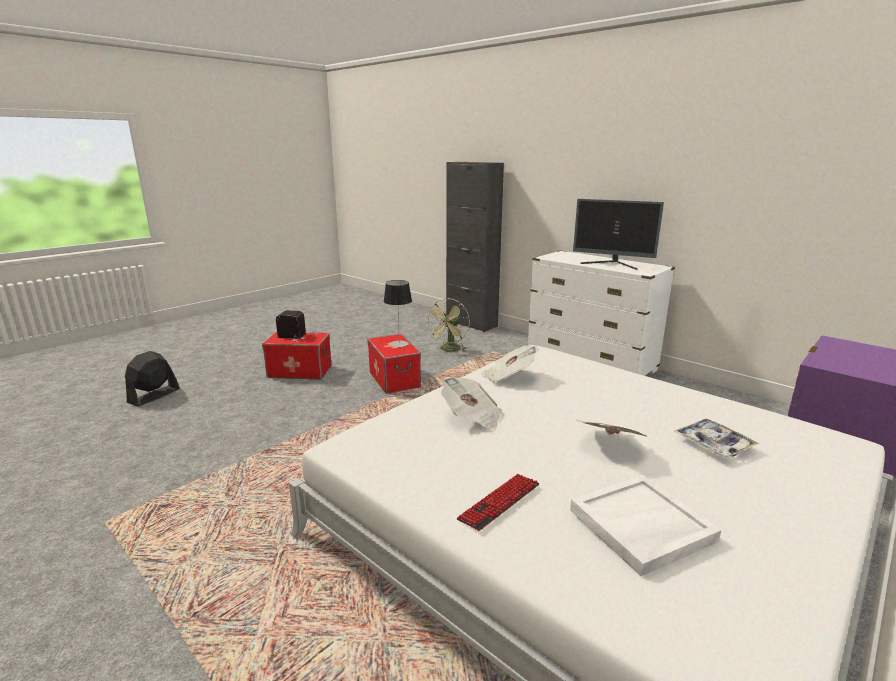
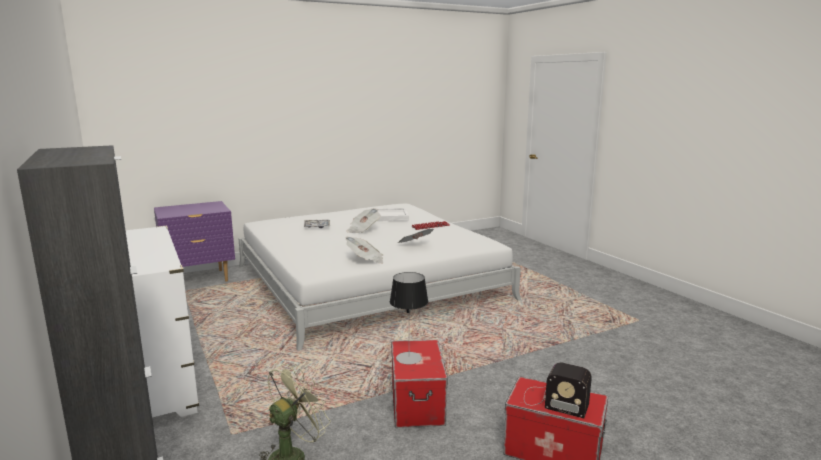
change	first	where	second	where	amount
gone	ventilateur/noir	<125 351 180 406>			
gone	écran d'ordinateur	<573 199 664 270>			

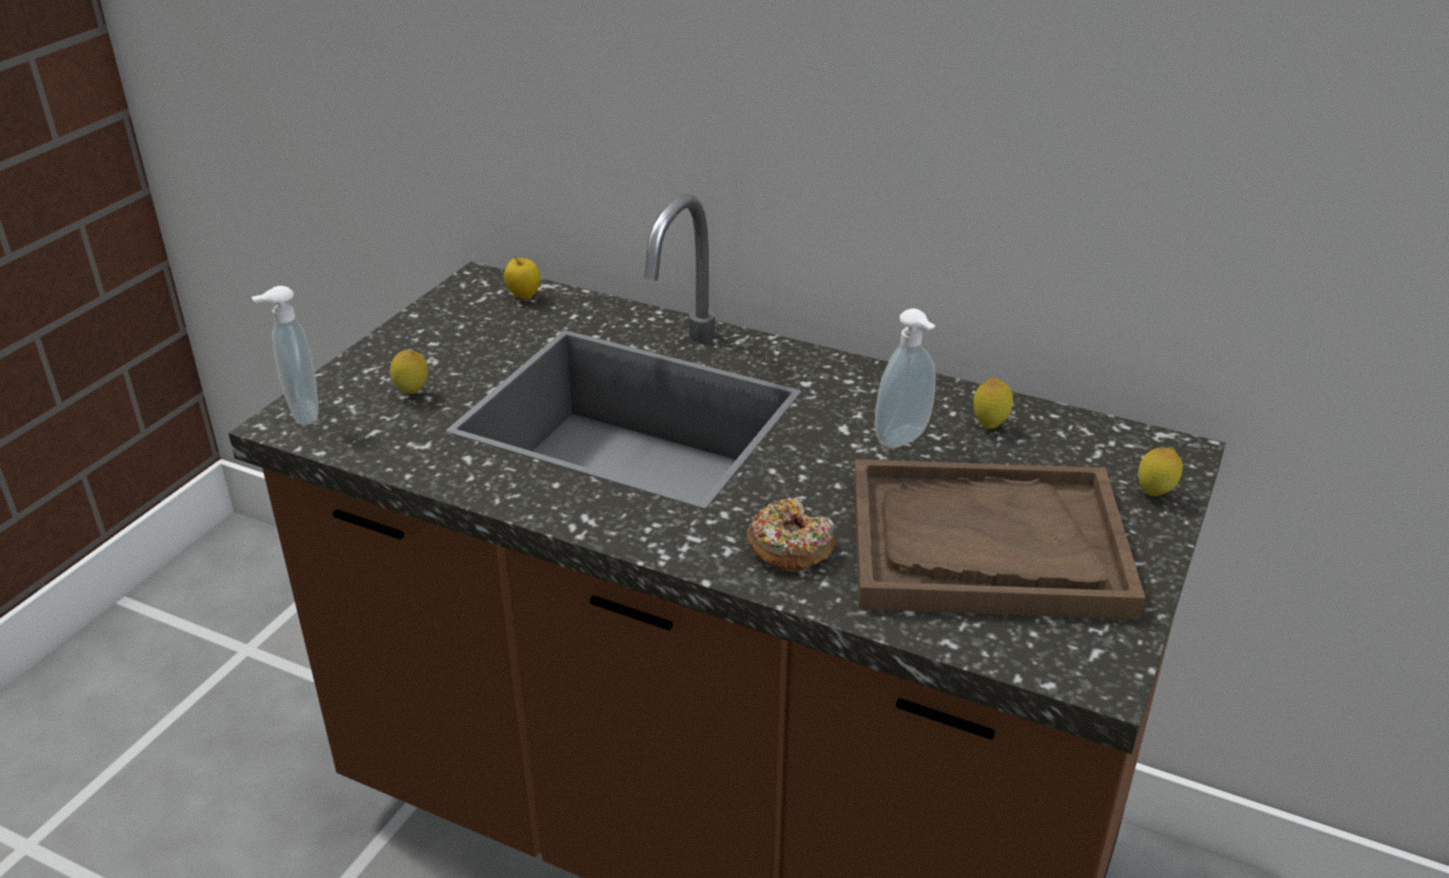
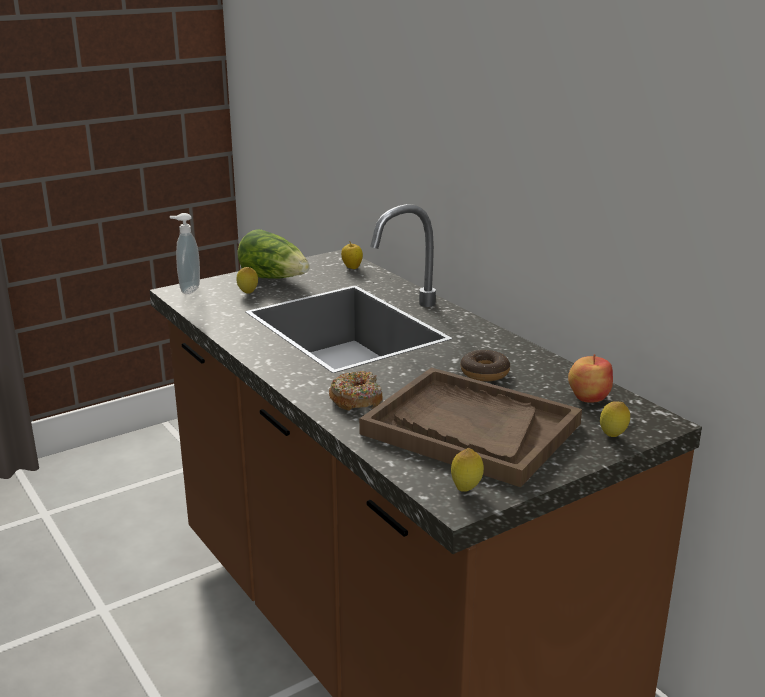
change	first	where	second	where	amount
new			laitue	<237 229 310 279>	
shifted	citron	<974 377 1013 429>		<451 448 484 492>	
swapped	distributeur de savon	<875 308 936 448>	beignet	<461 350 510 381>	
new			pomme	<568 354 613 403>	

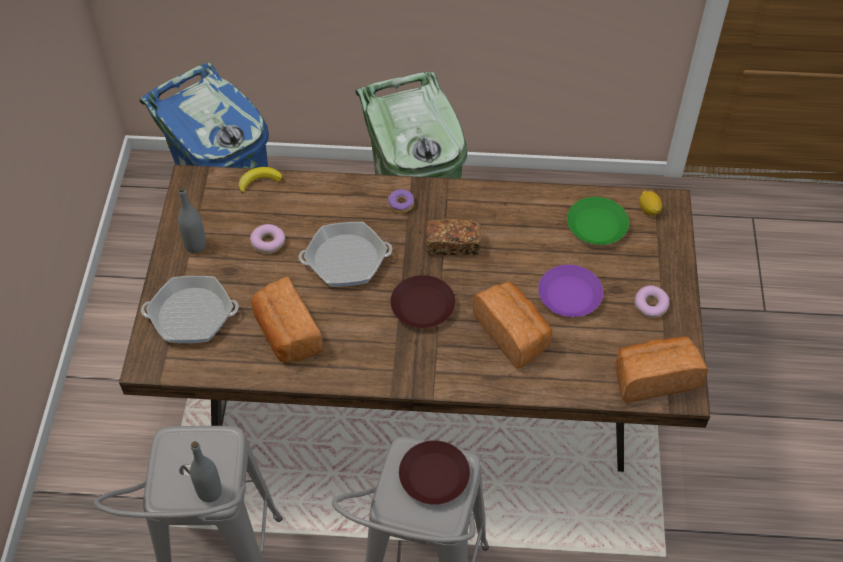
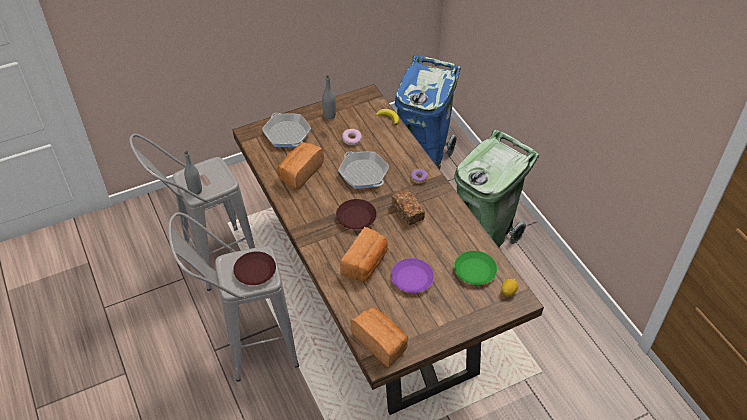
change	first	where	second	where	amount
gone	beignet	<634 285 669 318>			

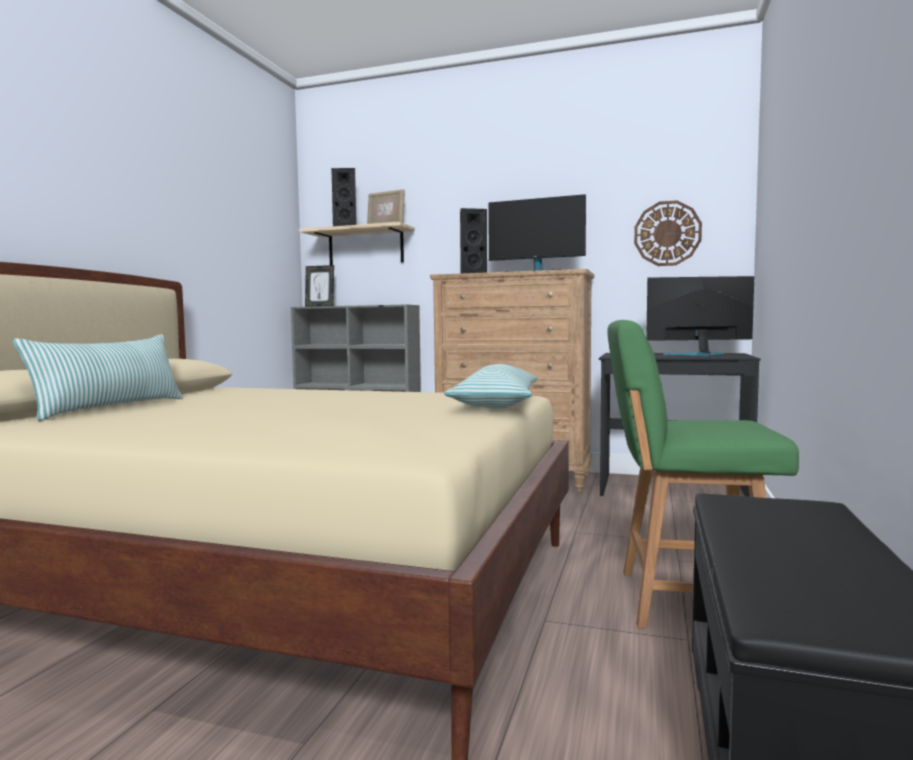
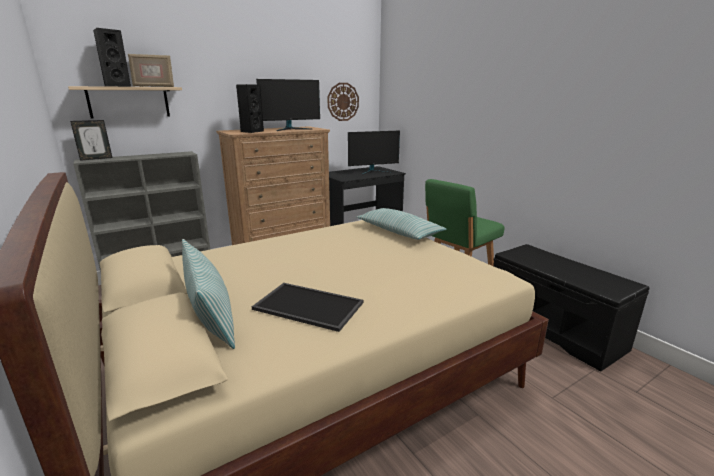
change	first	where	second	where	amount
new			plateau	<252 283 363 332>	
rotated	écran d'ordinateur	<646 276 754 357>		<348 131 400 175>	150 degrees counterclockwise

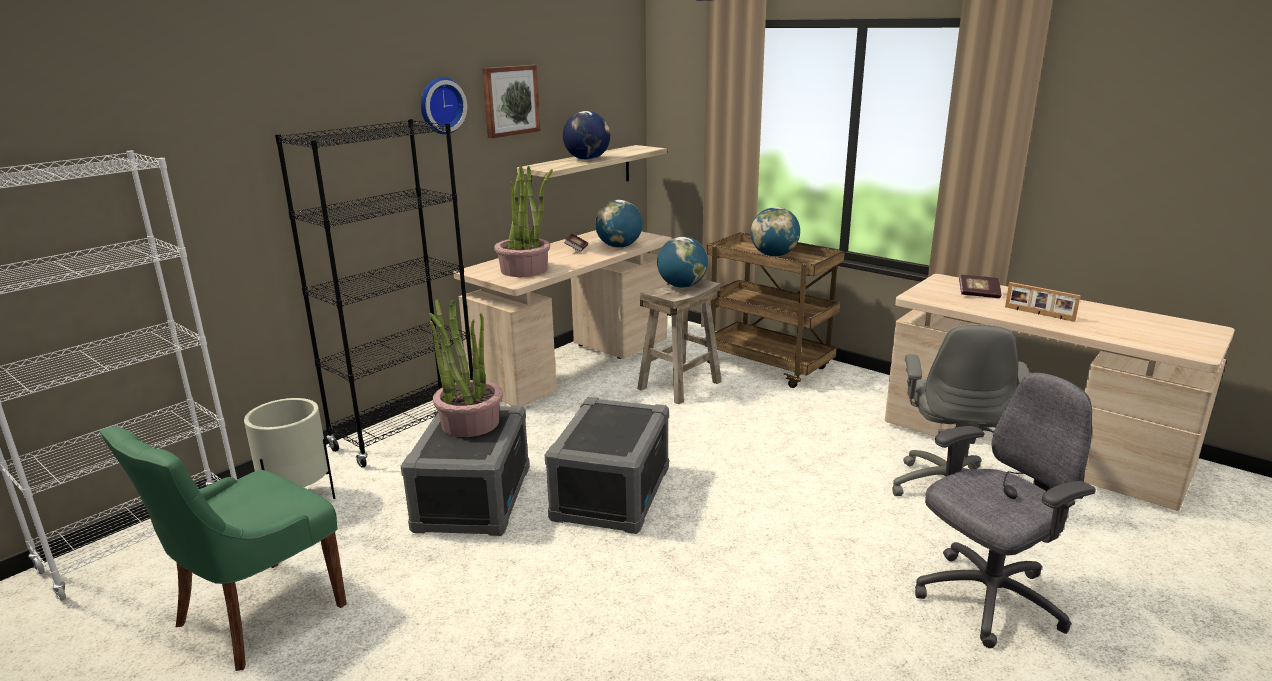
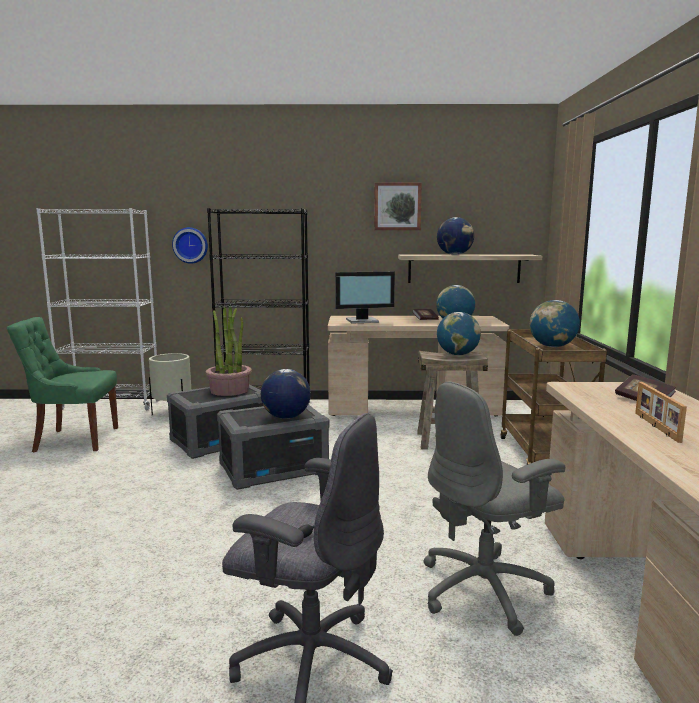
change	first	where	second	where	amount
shifted	horloge murale	<421 77 467 134>		<172 227 208 264>	
new			globe	<261 369 311 419>	
swapped	plante en pot	<494 166 553 277>	écran d'ordinateur	<335 271 395 324>	

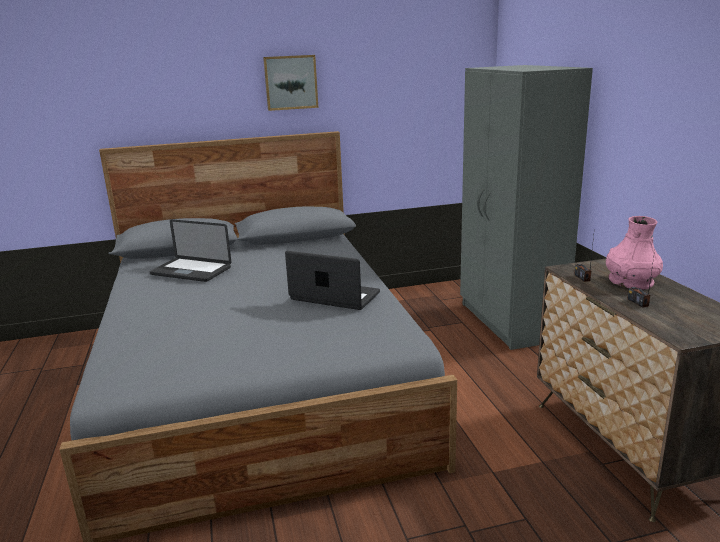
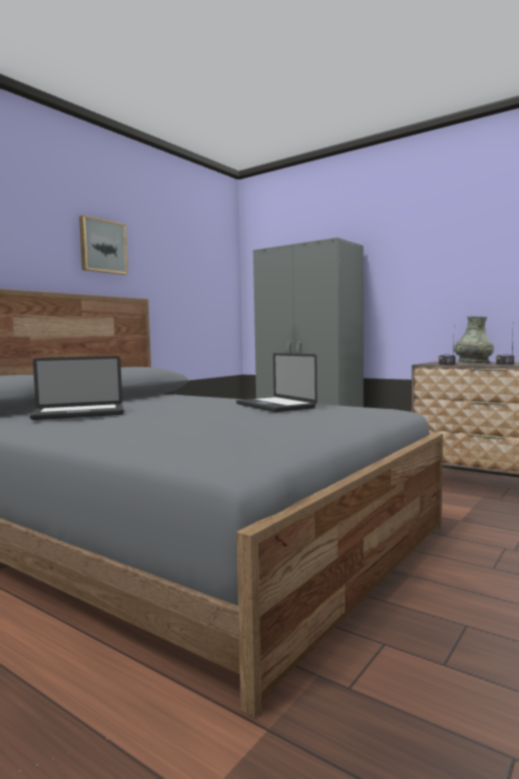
change	first	where	second	where	amount
rotated	ordinateur portable	<285 251 380 310>		<236 353 317 412>	105 degrees counterclockwise
repainted	vase/rose	<606 216 663 290>	vase/gris	<454 316 494 363>	

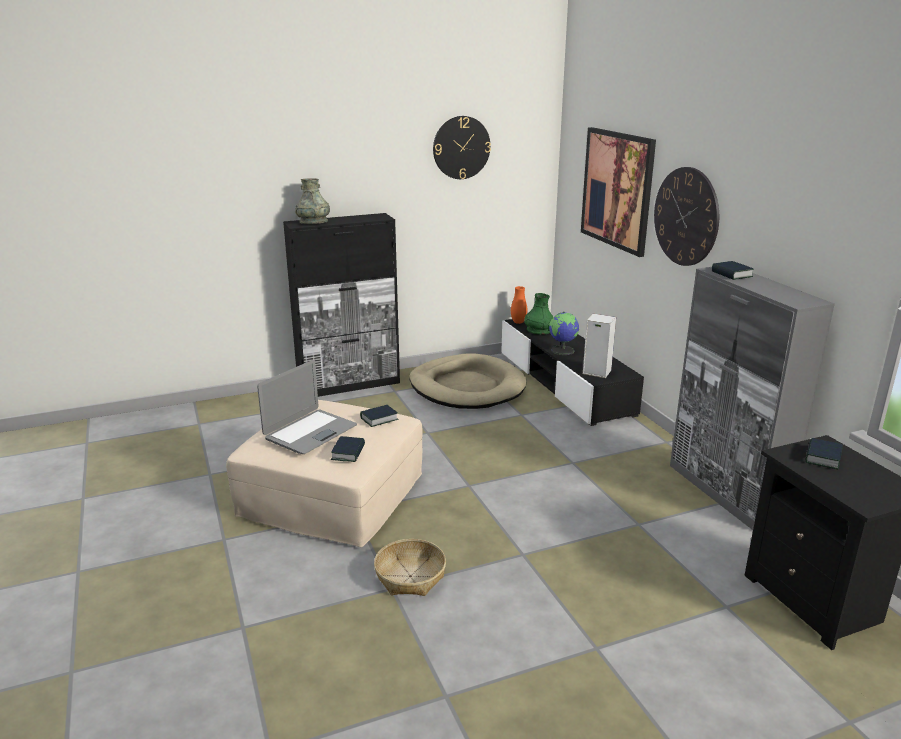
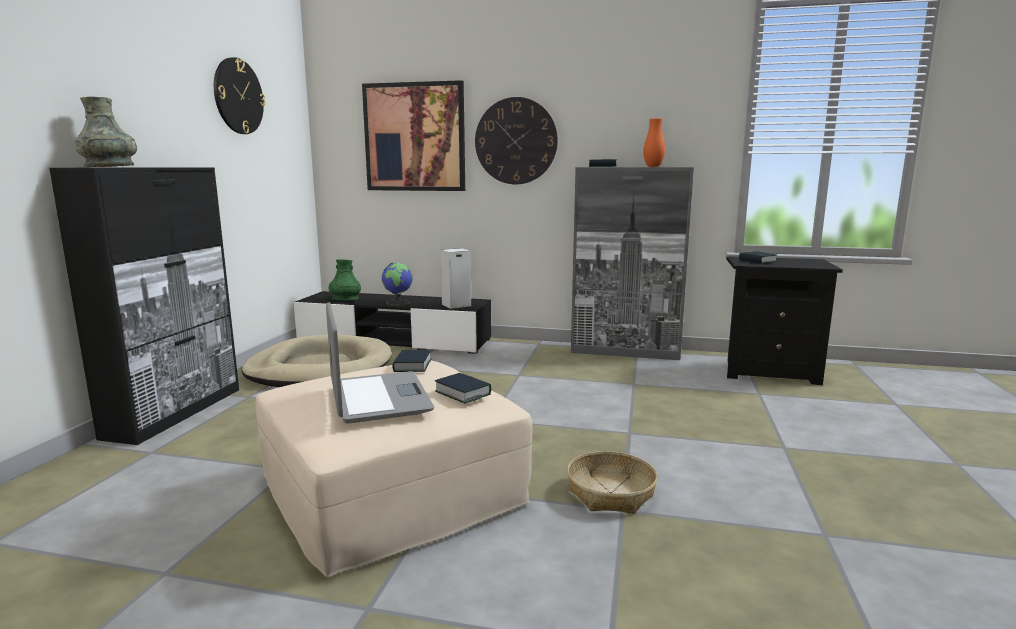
change	first	where	second	where	amount
shifted	vase/orange	<511 286 528 324>		<643 118 665 167>	

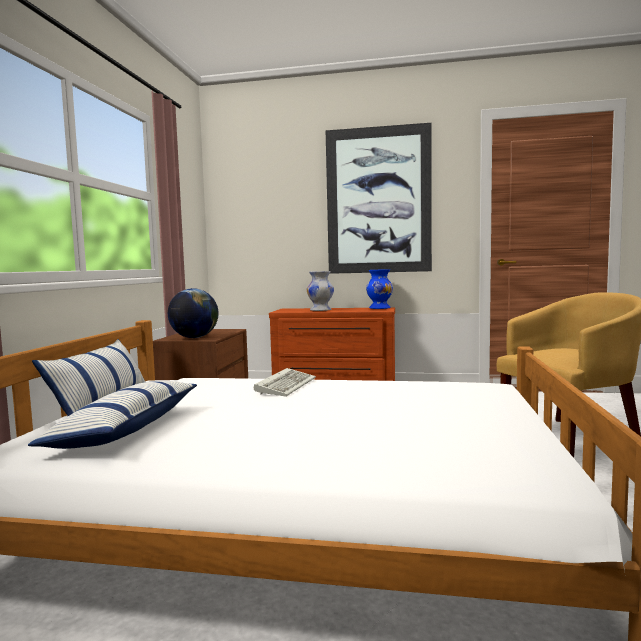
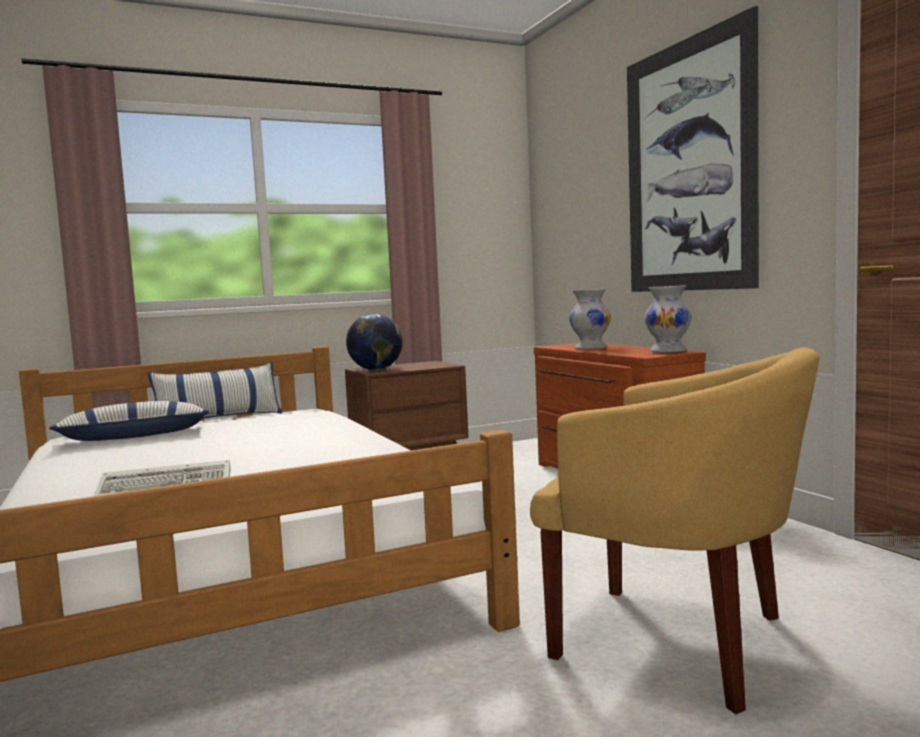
change	first	where	second	where	amount
shifted	clavier	<254 368 316 397>		<94 460 231 496>	
repainted	vase/bleu	<366 269 393 309>	vase/blanc	<644 285 692 353>	

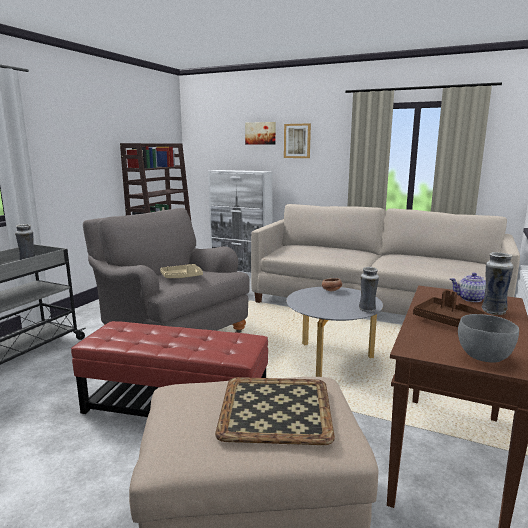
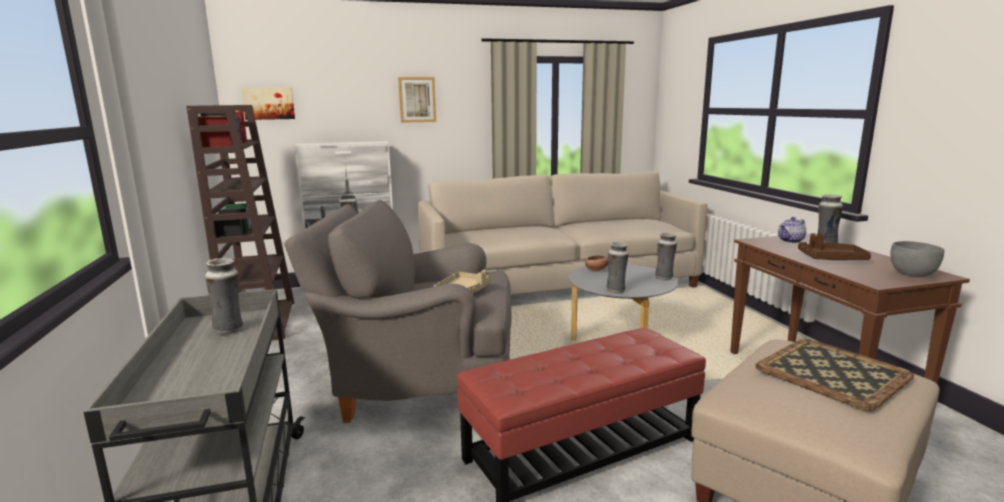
change	first	where	second	where	amount
shifted	tableau	<245 122 276 144>		<241 88 295 120>	
new			vase	<606 242 629 294>	

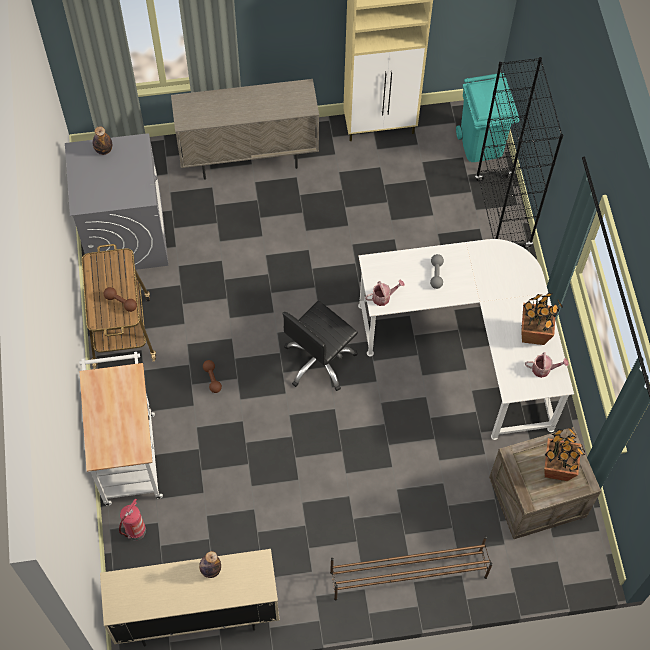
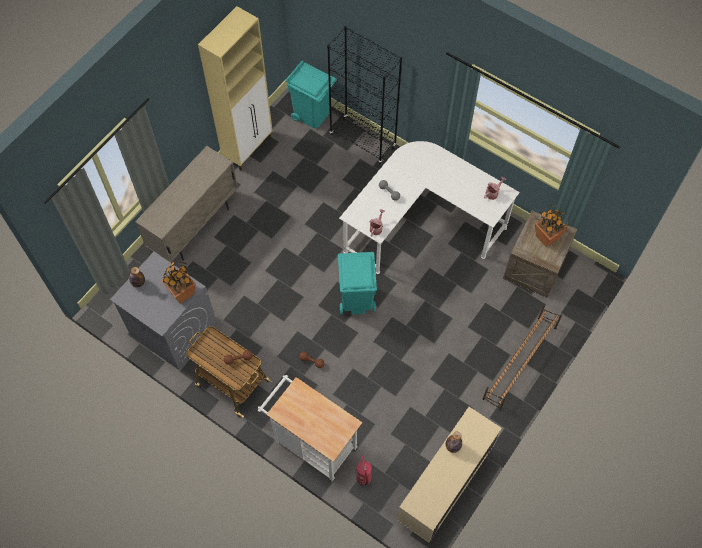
change	first	where	second	where	amount
shifted	plante en pot	<521 292 563 345>		<161 261 196 304>	
swapped	chaise de bureau/noir	<282 300 358 391>	poubelle/turquoise	<338 252 377 315>	

